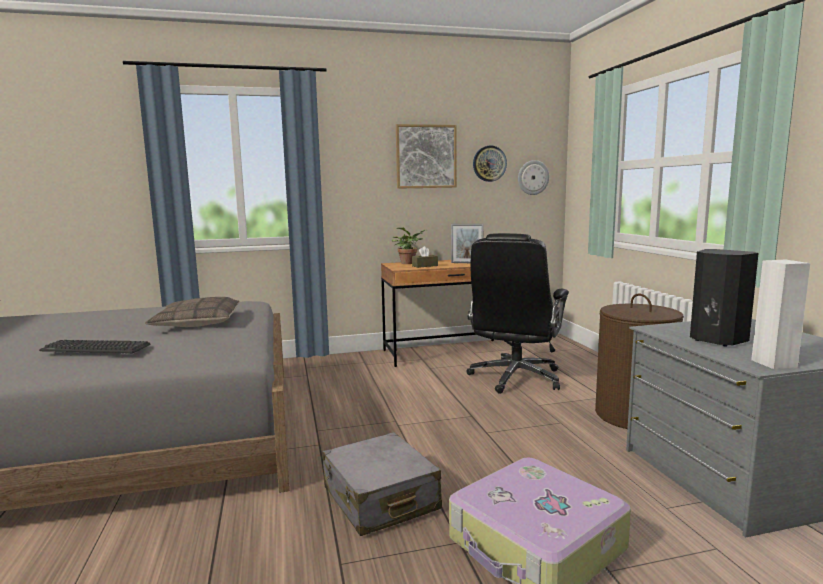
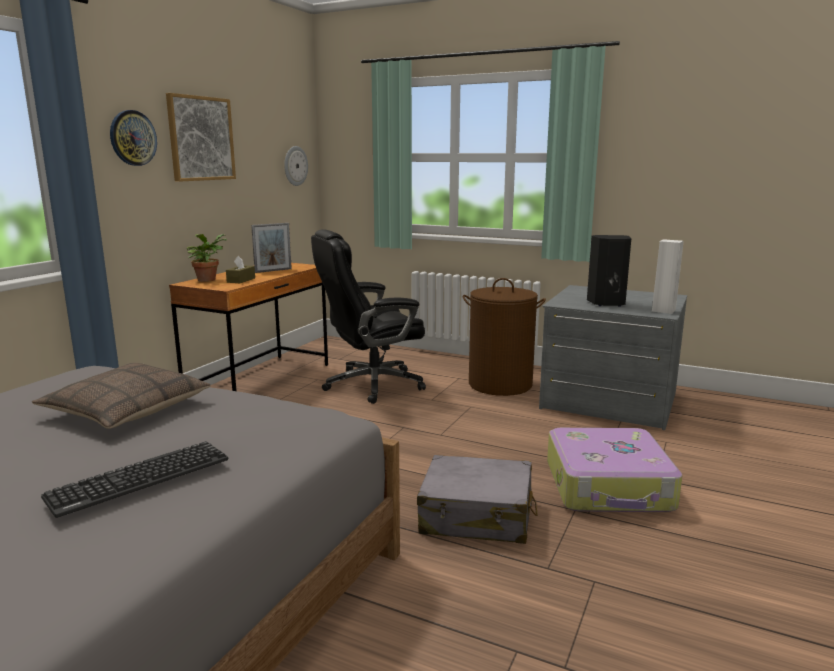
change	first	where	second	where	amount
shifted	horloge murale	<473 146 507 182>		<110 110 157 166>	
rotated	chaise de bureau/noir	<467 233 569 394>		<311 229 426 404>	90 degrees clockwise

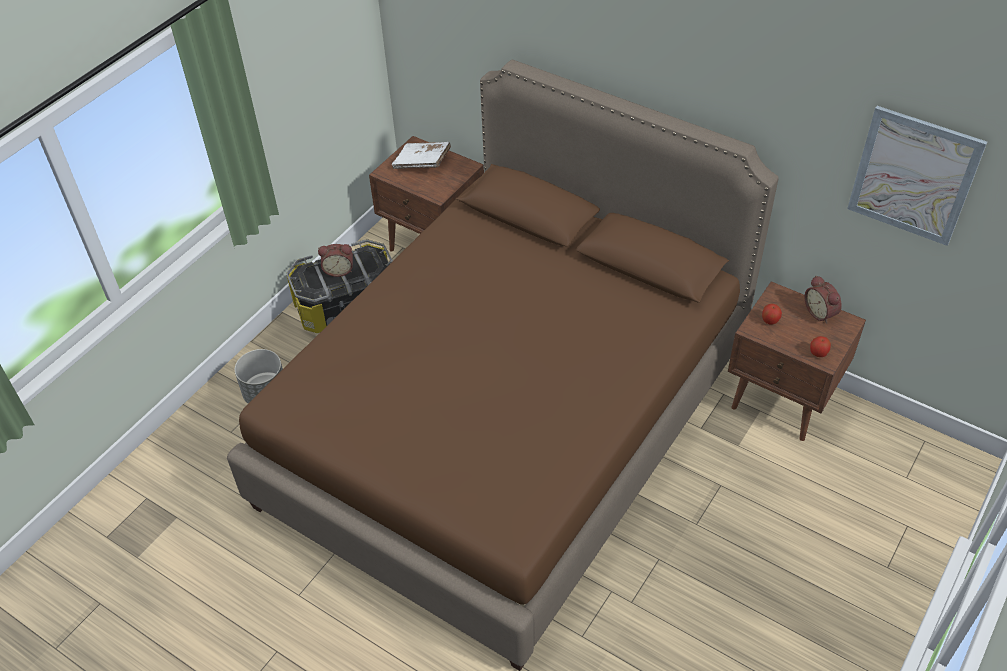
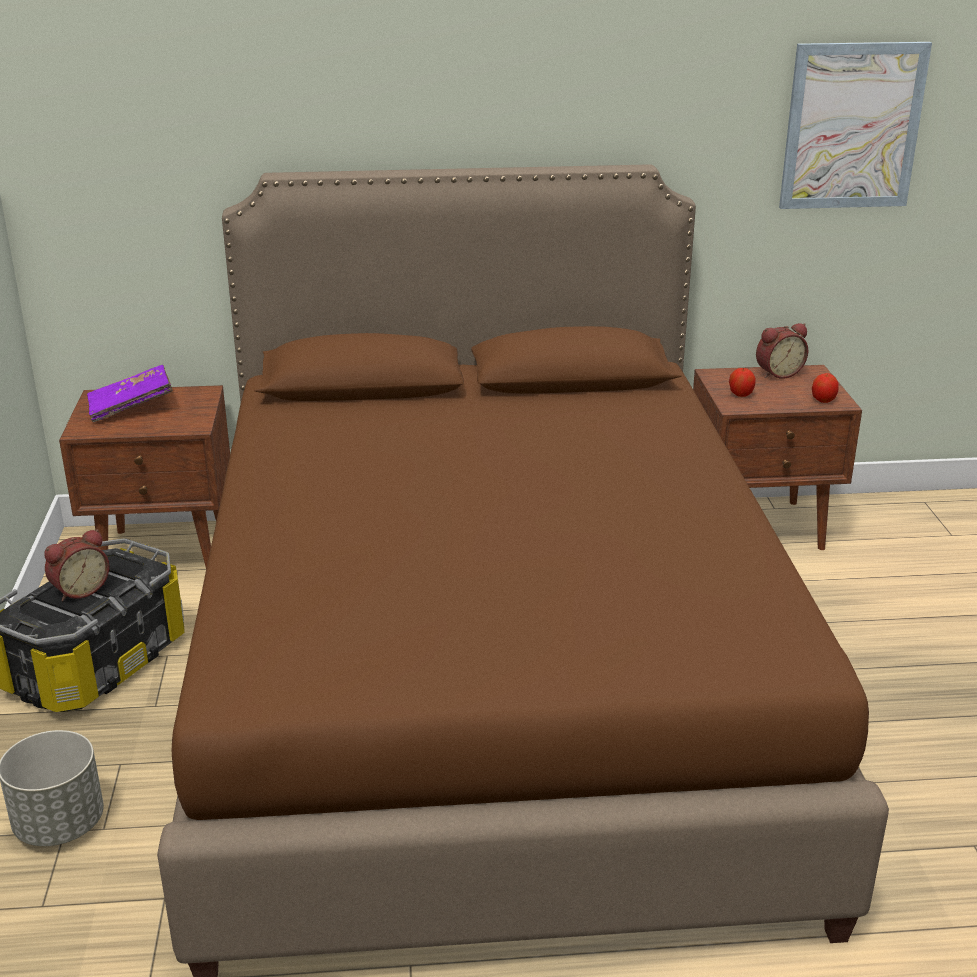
change	first	where	second	where	amount
repainted	livre/blanc	<392 142 451 169>	livre/violet	<87 365 173 422>	
rotated	réveil	<804 276 842 324>		<756 323 808 379>	45 degrees counterclockwise

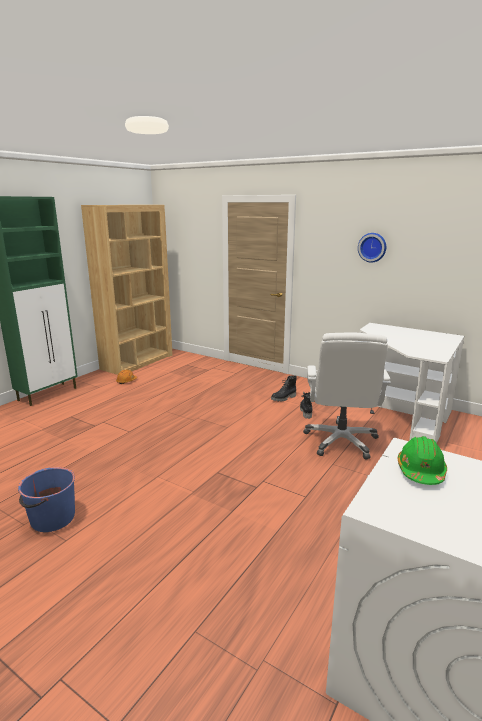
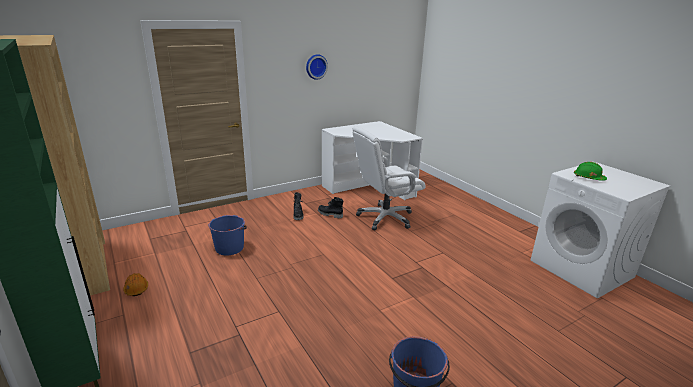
change	first	where	second	where	amount
new			seau/bleu	<209 215 247 255>	
rotated	chaise de bureau/blanc	<303 332 391 459>		<352 127 426 230>	120 degrees clockwise

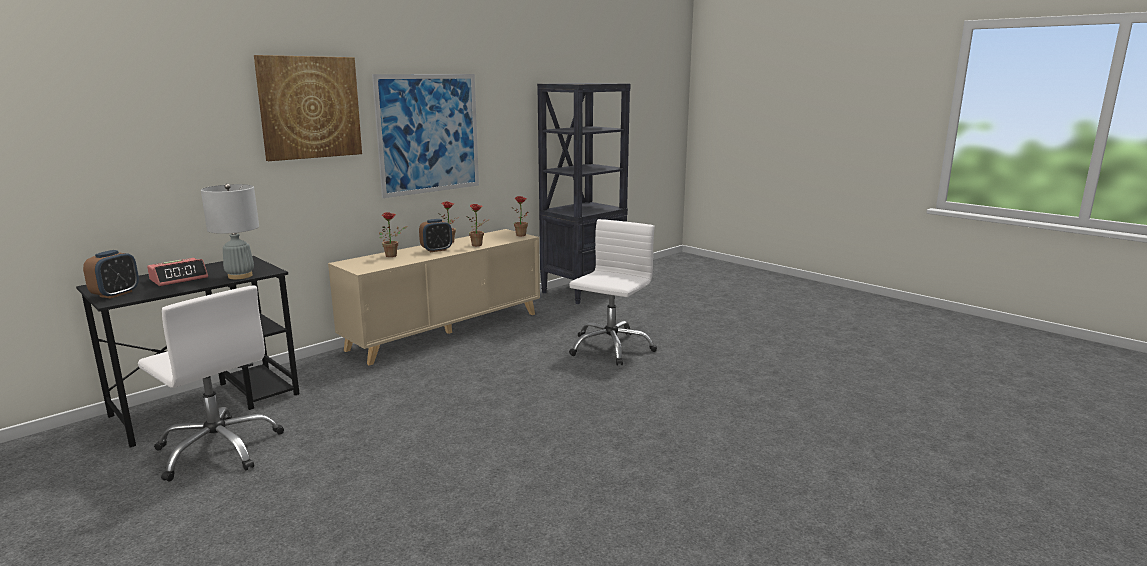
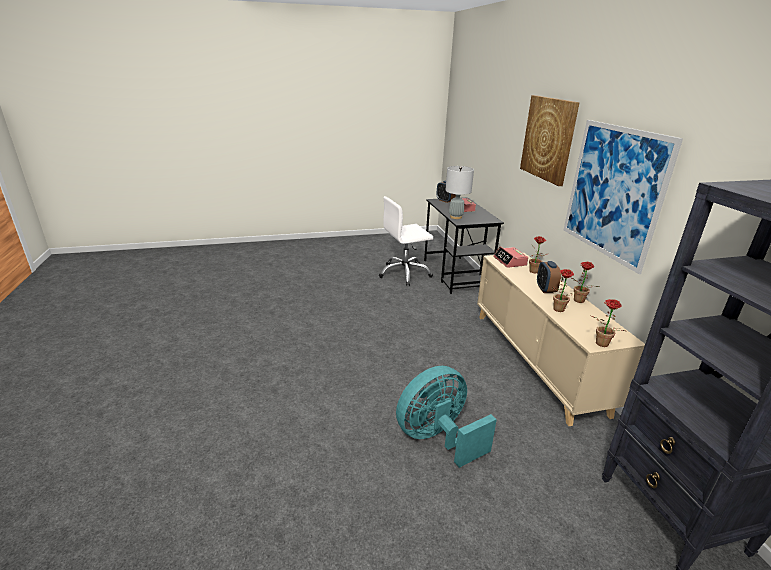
change	first	where	second	where	amount
swapped	chaise de bureau/blanc	<569 219 657 366>	ventilateur/turquoise	<396 366 497 468>	
new			réveil	<493 246 528 268>	

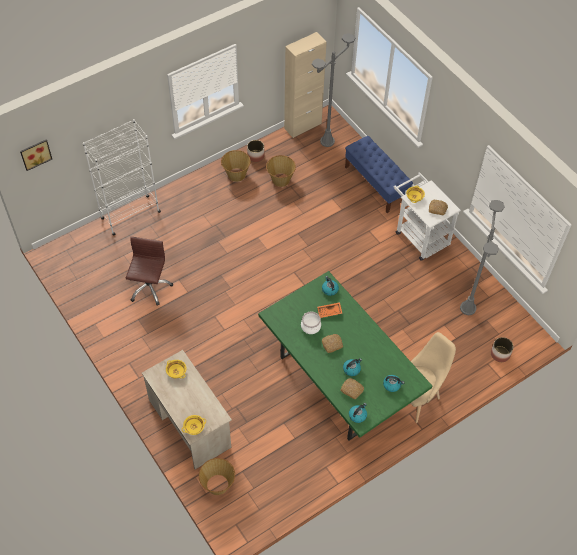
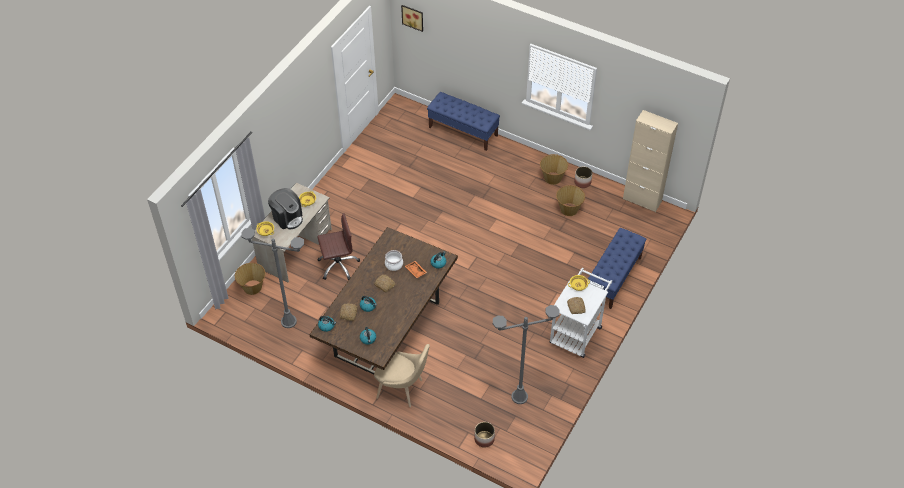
change	first	where	second	where	amount
shifted	lampadaire/gris	<312 33 355 147>		<241 228 304 328>	
new			machine à café	<268 188 303 229>	
repainted	table à manger/vert	<258 271 432 440>	table à manger/marron	<310 227 458 374>	
shifted	chaise de bureau/marron	<126 237 173 306>		<317 213 360 280>	
swapped	bibliothèque/blanc	<83 119 161 235>	banc/bleu	<427 92 500 151>	

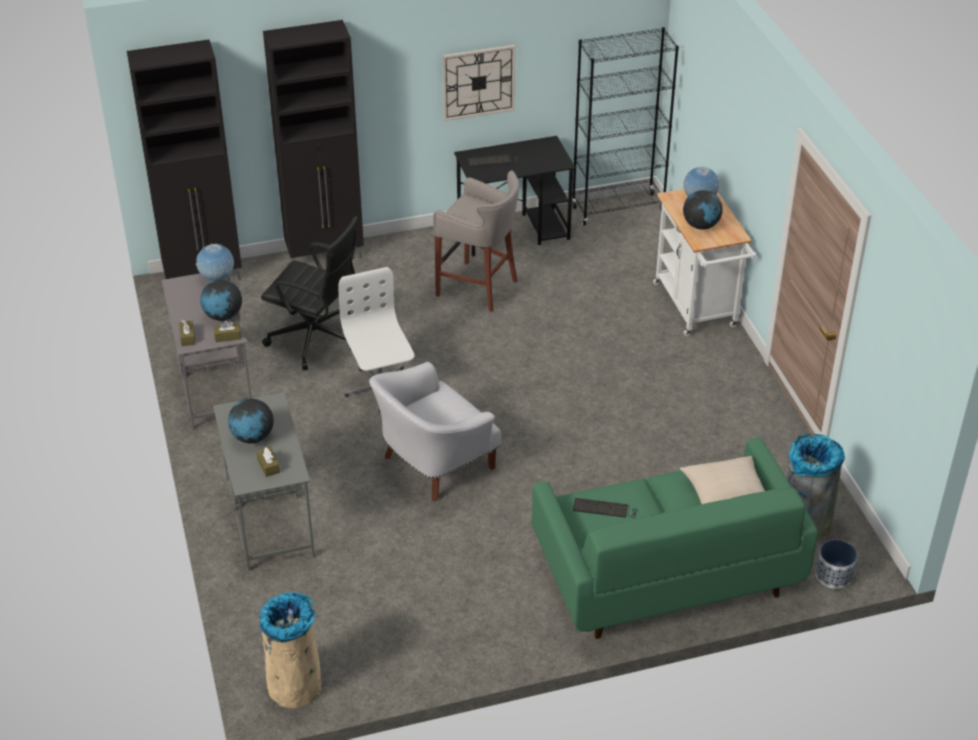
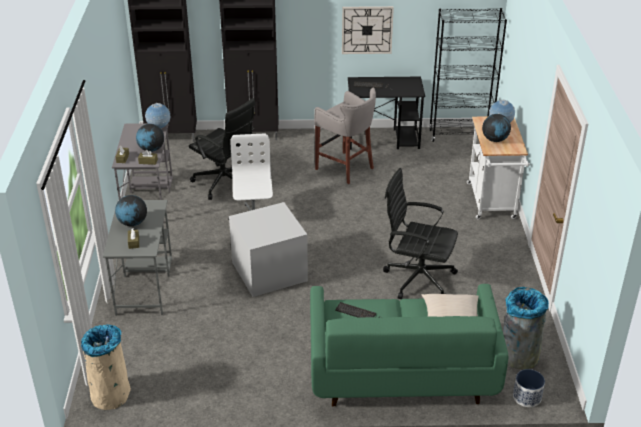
change	first	where	second	where	amount
swapped	fauteuil/blanc	<369 362 501 501>	boîte de rangement/gris	<229 202 308 297>	
new			chaise de bureau/noir	<383 168 458 299>	

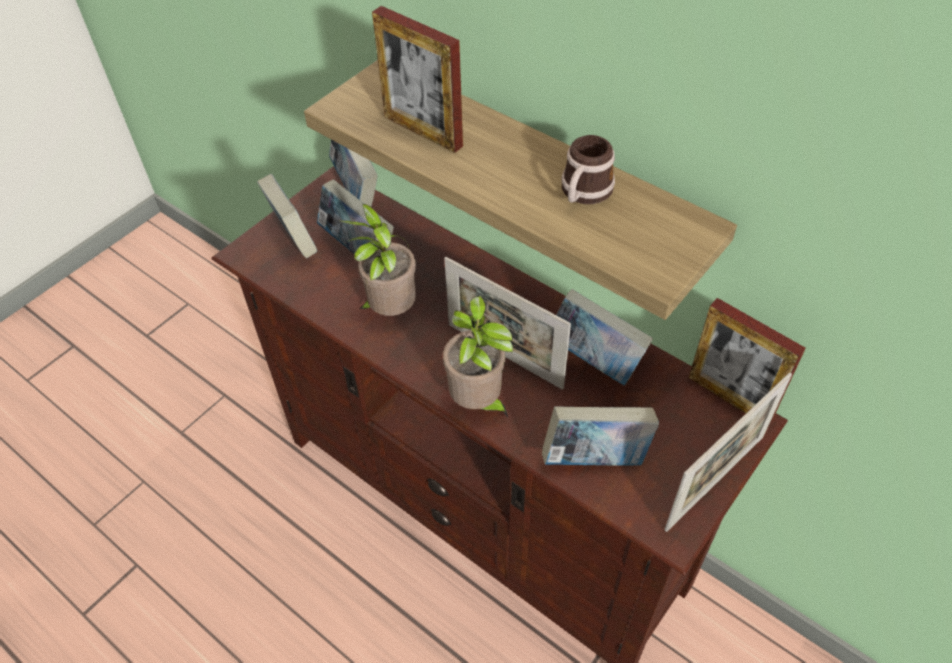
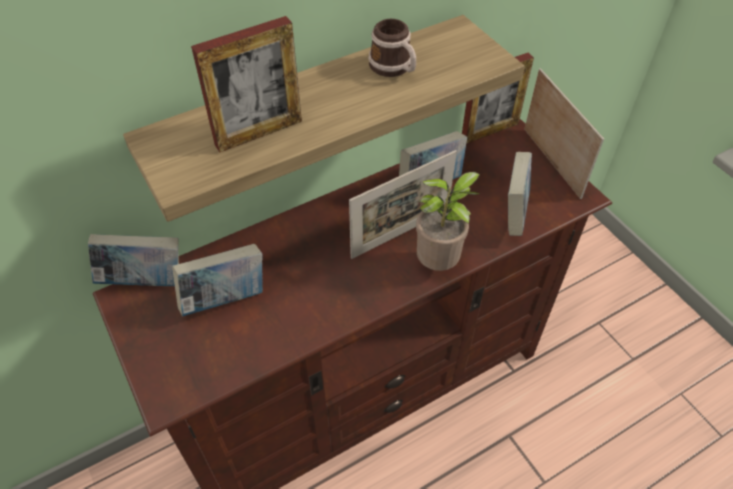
change	first	where	second	where	amount
gone	livre	<257 174 317 258>			
gone	plante en pot	<339 203 416 316>			

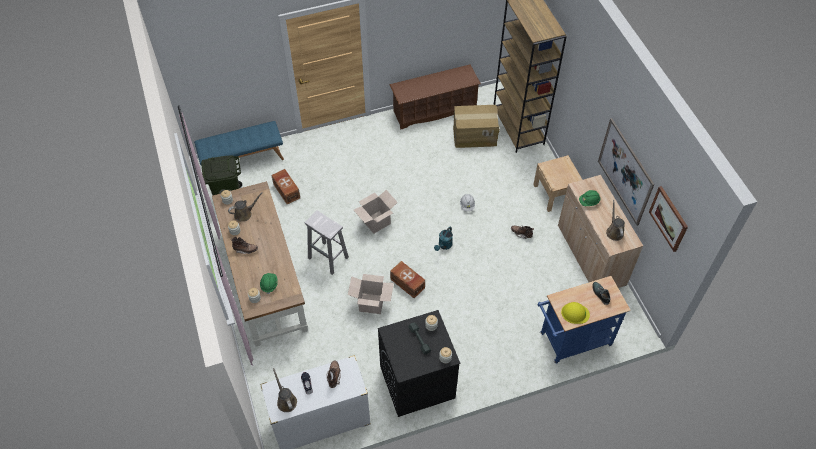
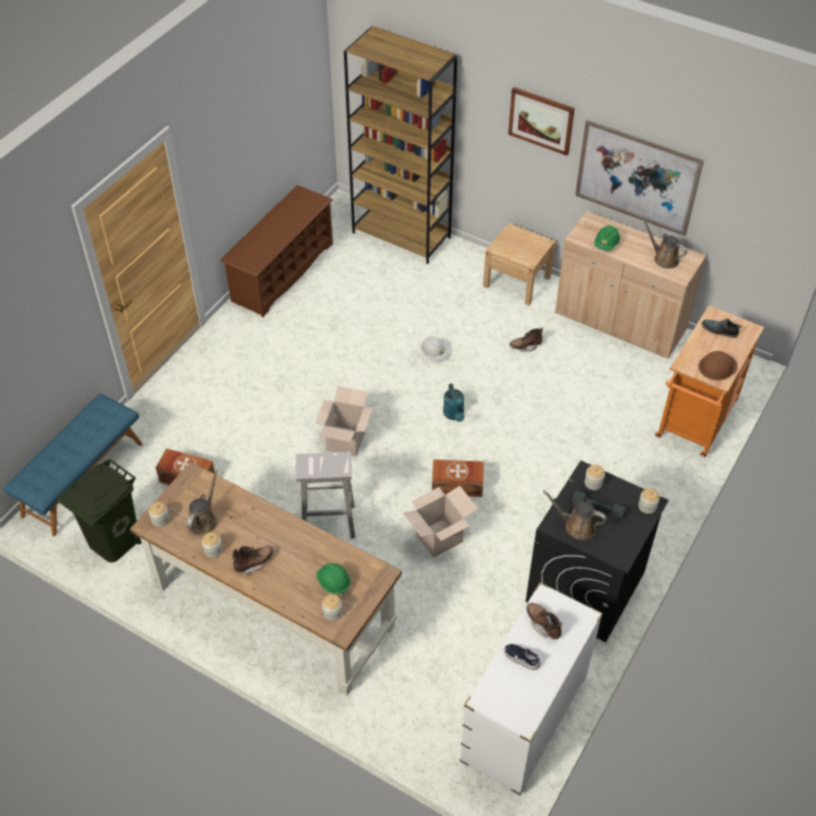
change	first	where	second	where	amount
shifted	tableau	<649 186 688 252>		<508 87 575 156>	
shifted	arrosoir/marron	<273 368 297 412>		<543 490 607 540>	
repainted	chariot/bleu	<538 276 631 364>	chariot/orange	<655 306 764 457>	
repainted	casque de chantier/jaune	<561 302 590 324>	casque de chantier/marron	<699 351 738 380>	
gone	carton	<453 105 500 148>			

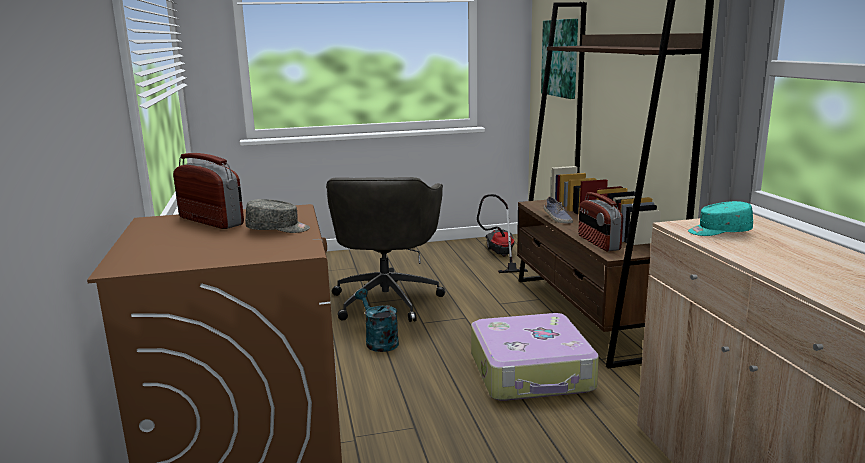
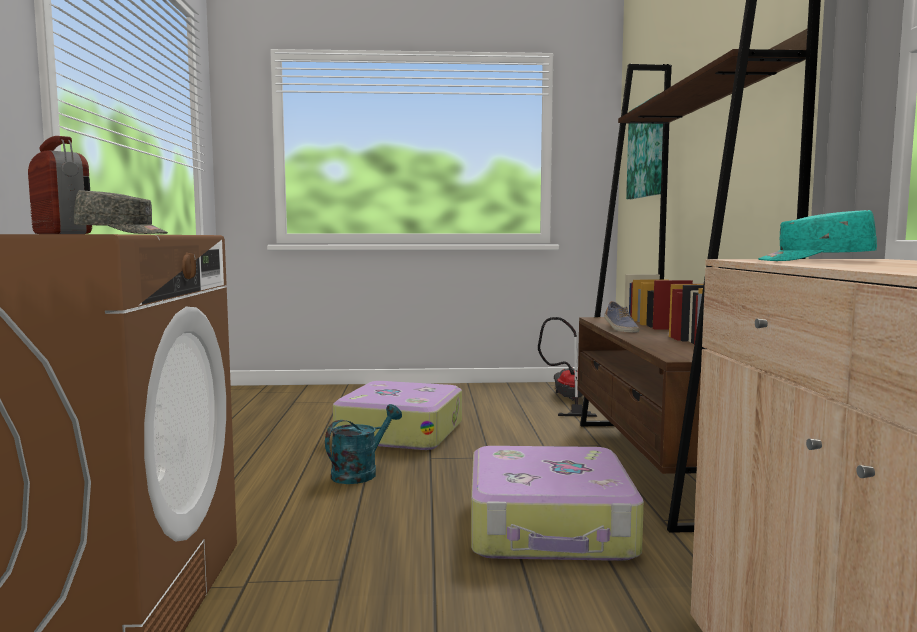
change	first	where	second	where	amount
rotated	arrosoir/turquoise	<355 289 399 352>		<325 404 402 484>	60 degrees clockwise
swapped	chaise de bureau/gris	<326 177 445 322>	valise	<333 381 462 450>	
gone	radio	<578 192 623 251>			

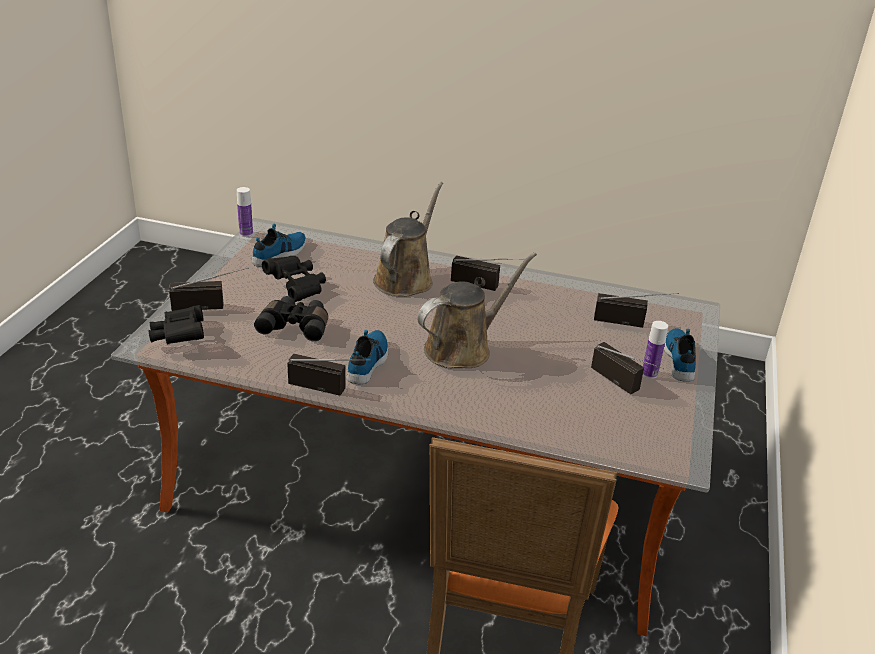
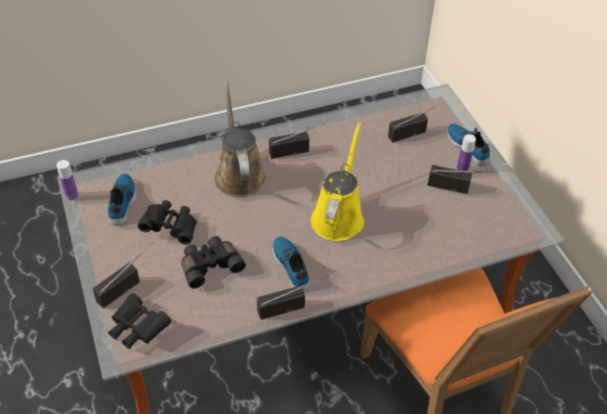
change	first	where	second	where	amount
repainted	arrosoir/marron	<417 252 537 368>	arrosoir/jaune	<311 122 364 241>	

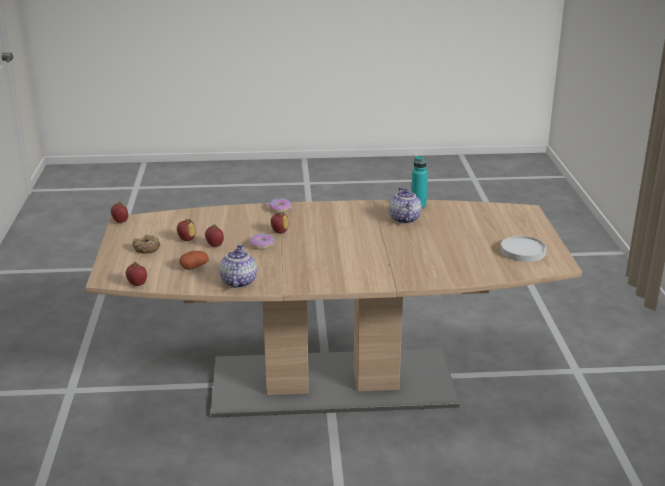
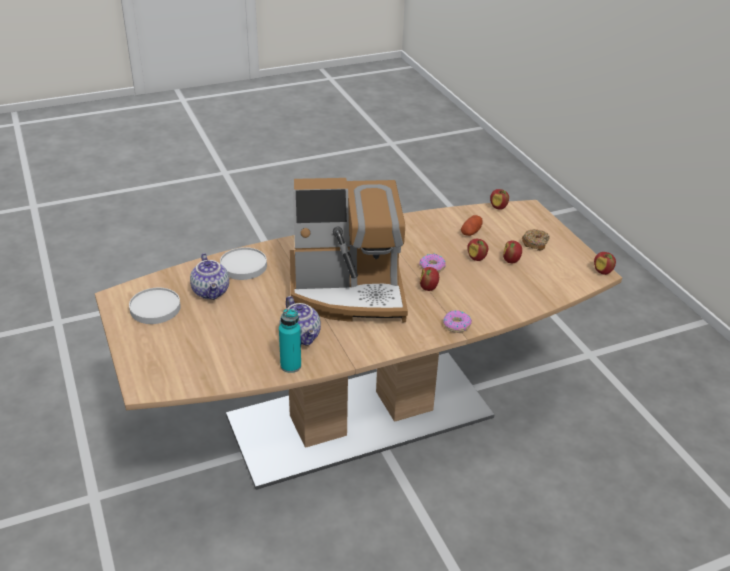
change	first	where	second	where	amount
shifted	théière	<219 244 257 288>		<190 253 229 300>	
new			assiette/blanc	<220 247 267 280>	
new			machine à café	<290 178 408 322>	

